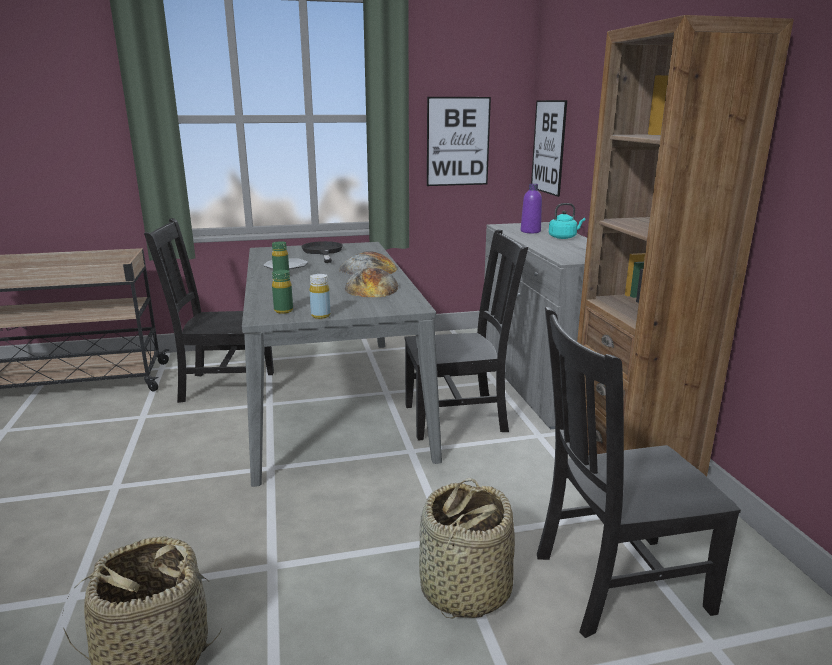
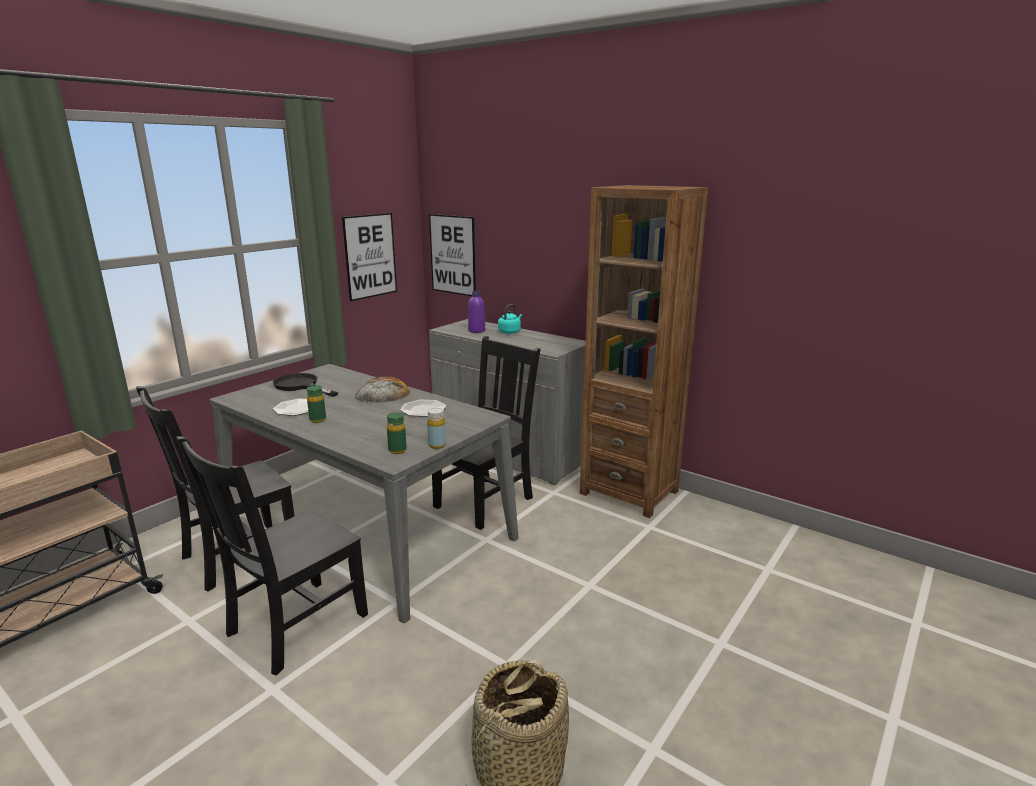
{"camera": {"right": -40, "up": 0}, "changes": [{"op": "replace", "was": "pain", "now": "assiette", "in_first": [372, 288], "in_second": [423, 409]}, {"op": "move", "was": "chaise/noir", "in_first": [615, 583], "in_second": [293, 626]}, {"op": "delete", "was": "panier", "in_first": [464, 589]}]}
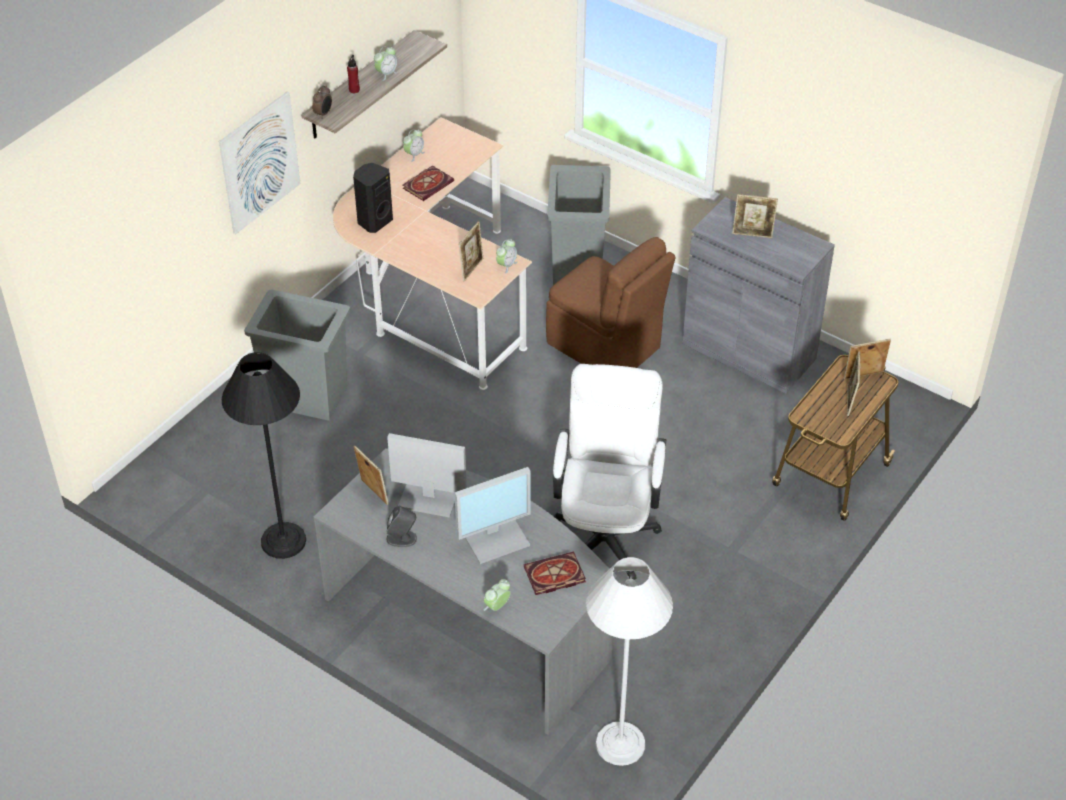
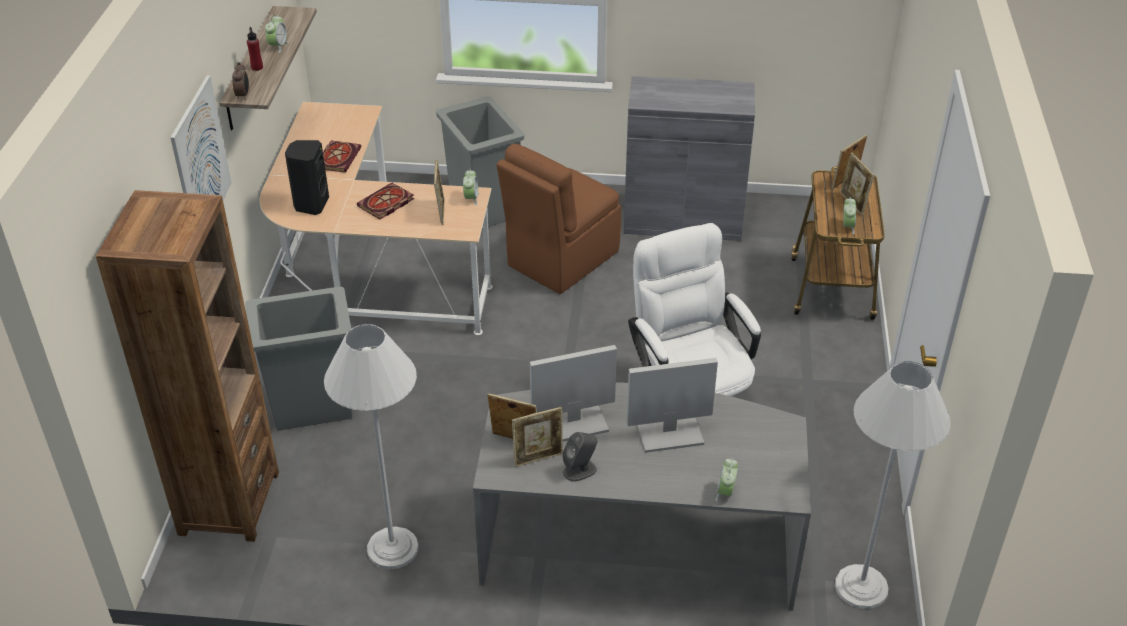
{"camera": {"right": -30, "up": -5}, "changes": [{"op": "move", "was": "réveil", "in_first": [414, 154], "in_second": [847, 227]}, {"op": "move", "was": "cadre photo", "in_first": [752, 234], "in_second": [538, 458]}, {"op": "rotate", "was": "chaise/marron", "in_first": [605, 347], "in_second": [561, 260], "clockwise": 120}, {"op": "recolor", "was": "lampadaire/noir", "now": "lampadaire/blanc", "in_first": [283, 541], "in_second": [392, 548]}, {"op": "rotate", "was": "écran d'ordinateur", "in_first": [495, 536], "in_second": [666, 430], "clockwise": -135}, {"op": "move", "was": "livre", "in_first": [553, 576], "in_second": [385, 204]}, {"op": "insert", "now": "bibliothèque/marron", "in_second": [229, 503]}]}
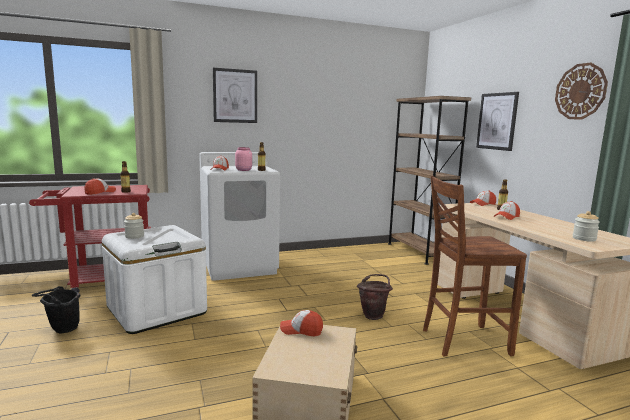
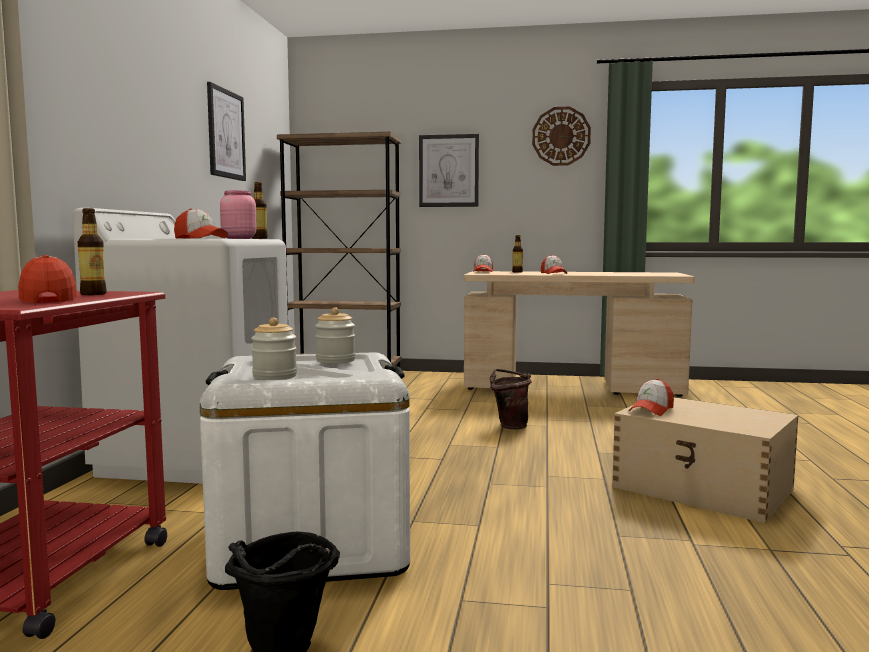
{"camera": {"right": -60, "up": -5}, "changes": [{"op": "move", "was": "tableau", "in_first": [235, 96], "in_second": [226, 134]}, {"op": "delete", "was": "chaise/marron", "in_first": [462, 341]}, {"op": "move", "was": "bocal", "in_first": [584, 239], "in_second": [335, 360]}]}
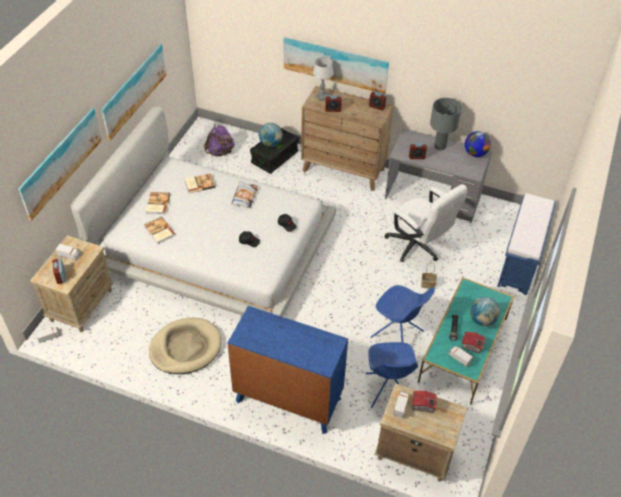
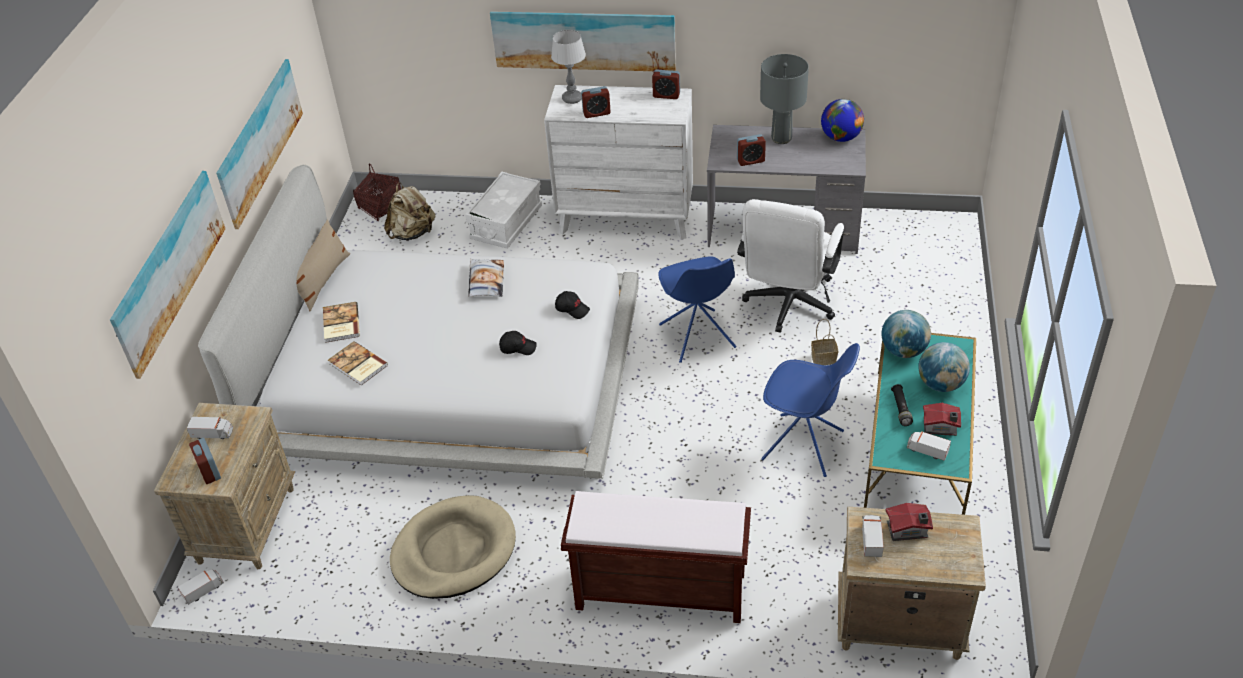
{"camera": {"right": -10, "up": -5}, "changes": [{"op": "recolor", "was": "commode/marron", "now": "commode/blanc", "in_first": [343, 170], "in_second": [625, 218]}, {"op": "recolor", "was": "sac à dos/violet", "now": "sac à dos/beige", "in_first": [220, 152], "in_second": [412, 233]}, {"op": "move", "was": "globe", "in_first": [270, 143], "in_second": [903, 351]}, {"op": "recolor", "was": "boîte de rangement/noir", "now": "boîte de rangement/blanc", "in_first": [274, 157], "in_second": [506, 223]}, {"op": "delete", "was": "livre", "in_first": [199, 184]}, {"op": "rotate", "was": "chaise de bureau/blanc", "in_first": [418, 247], "in_second": [788, 306], "clockwise": 75}, {"op": "delete", "was": "banc/bleu", "in_first": [520, 262]}, {"op": "replace", "was": "commode/bleu", "now": "banc/marron", "in_first": [288, 399], "in_second": [658, 592]}, {"op": "move", "was": "chaise/bleu", "in_first": [388, 390], "in_second": [697, 337]}, {"op": "insert", "now": "panier", "in_second": [381, 207]}, {"op": "insert", "now": "coussin/beige", "in_second": [323, 281]}]}
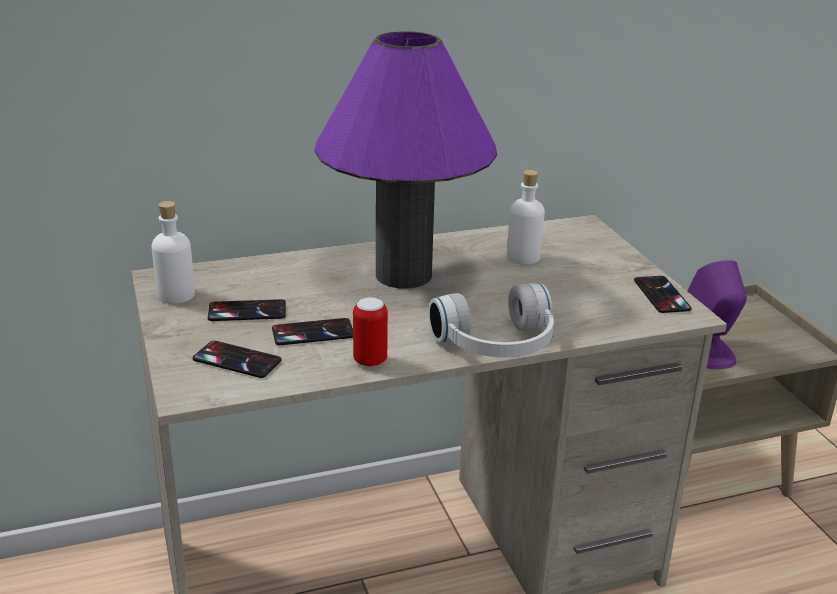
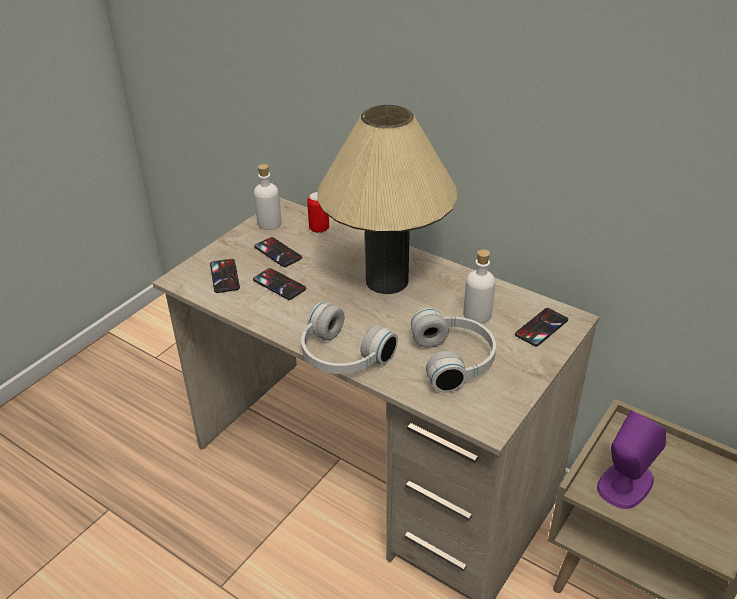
{"camera": {"right": 55, "up": 10}, "changes": [{"op": "recolor", "was": "lampe de table/violet", "now": "lampe de table/beige", "in_first": [403, 275], "in_second": [387, 281]}, {"op": "move", "was": "téléphone", "in_first": [661, 295], "in_second": [541, 327]}, {"op": "move", "was": "boîte métallique", "in_first": [370, 361], "in_second": [319, 229]}, {"op": "insert", "now": "casque audio/blanc", "in_second": [455, 360]}]}
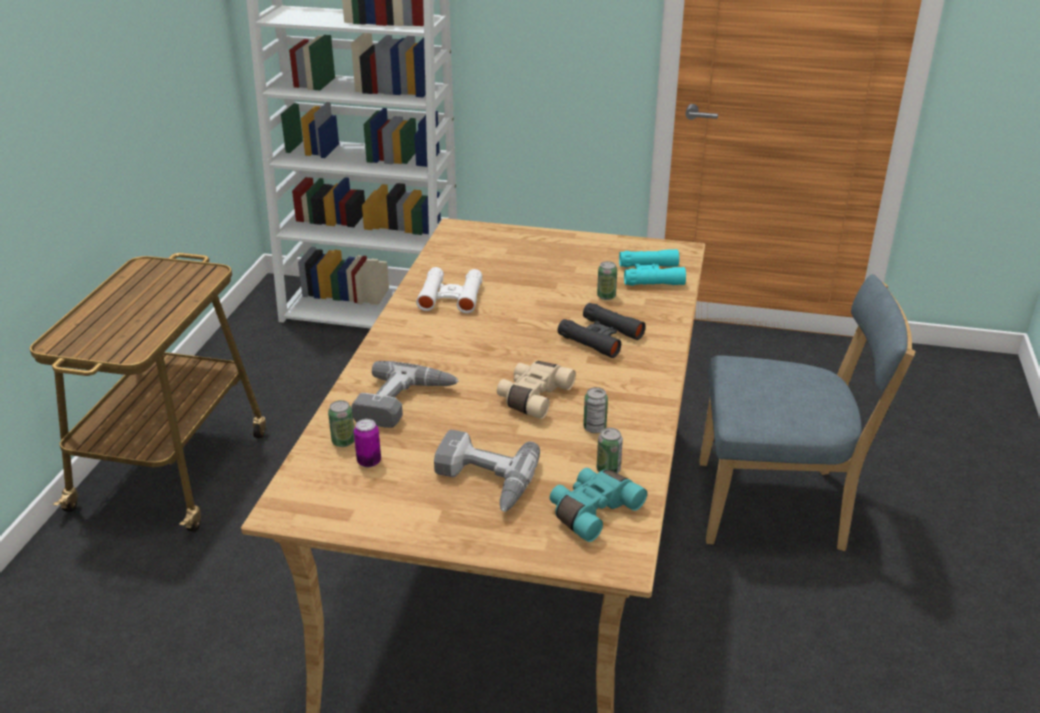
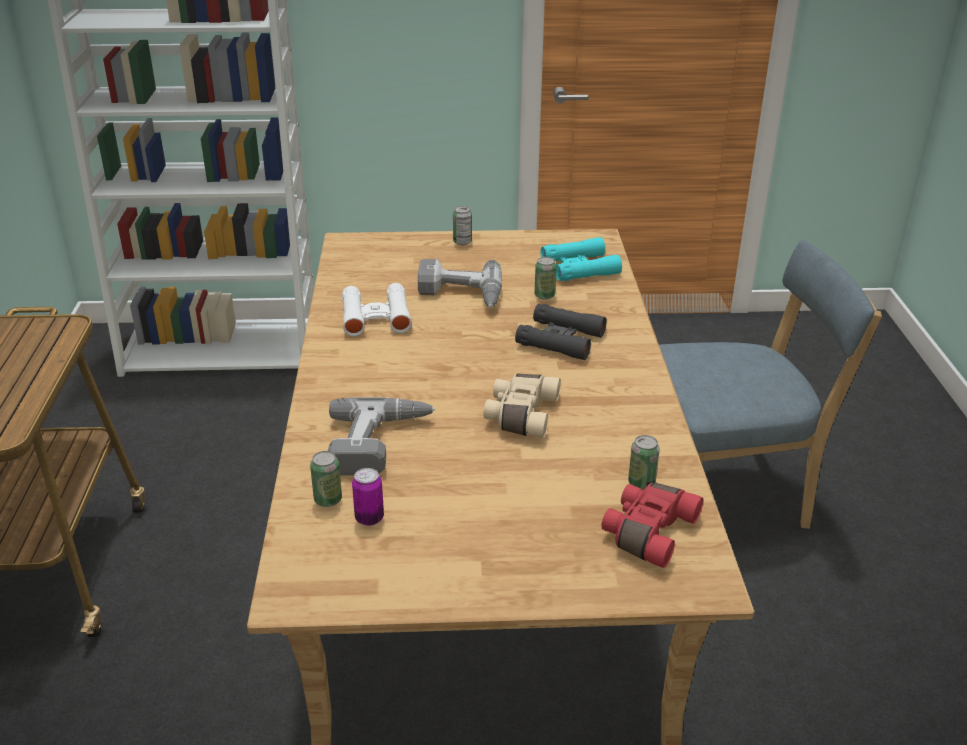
{"camera": {"right": -15, "up": 0}, "changes": [{"op": "move", "was": "boîte métallique", "in_first": [594, 428], "in_second": [462, 242]}, {"op": "move", "was": "perceuse", "in_first": [482, 481], "in_second": [459, 295]}, {"op": "recolor", "was": "jumelles/turquoise", "now": "jumelles/rouge", "in_first": [592, 511], "in_second": [647, 532]}]}
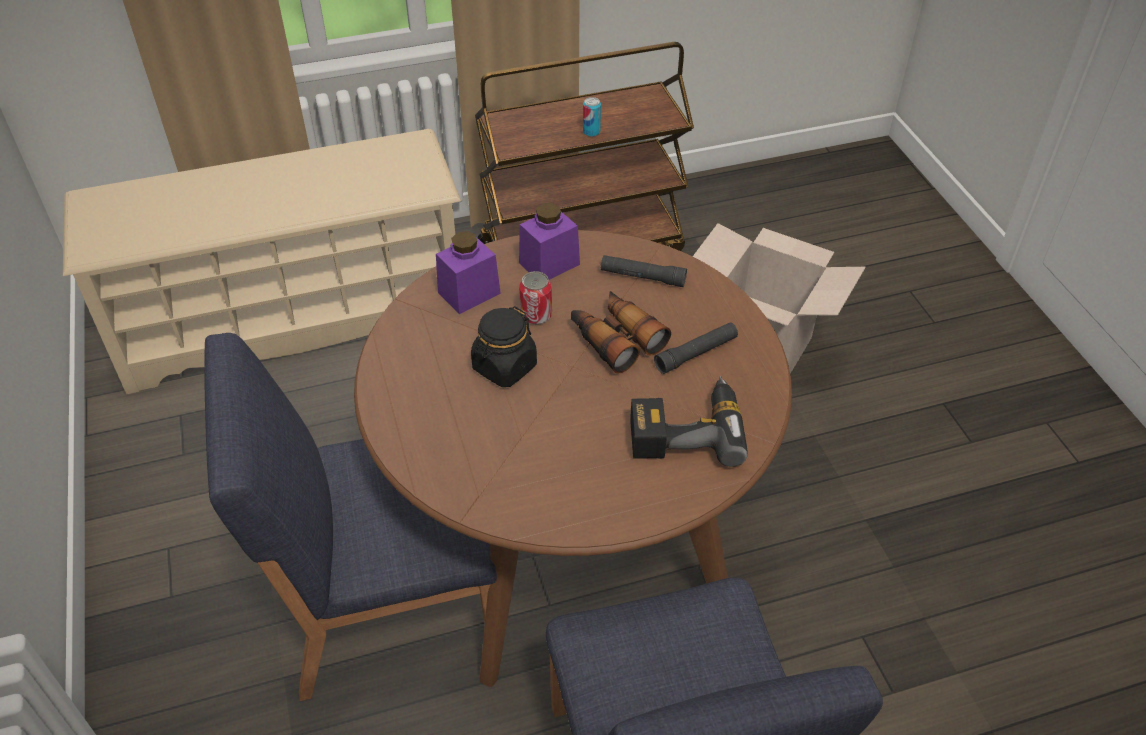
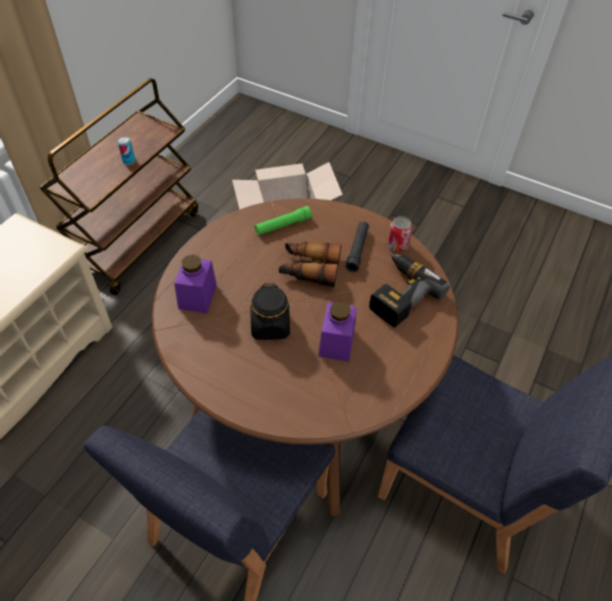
{"camera": {"right": -45, "up": 5}, "changes": [{"op": "move", "was": "bocal/violet", "in_first": [549, 263], "in_second": [336, 343]}, {"op": "recolor", "was": "lampe de poche/noir", "now": "lampe de poche/vert", "in_first": [642, 277], "in_second": [283, 225]}, {"op": "move", "was": "boîte métallique", "in_first": [536, 315], "in_second": [397, 245]}]}
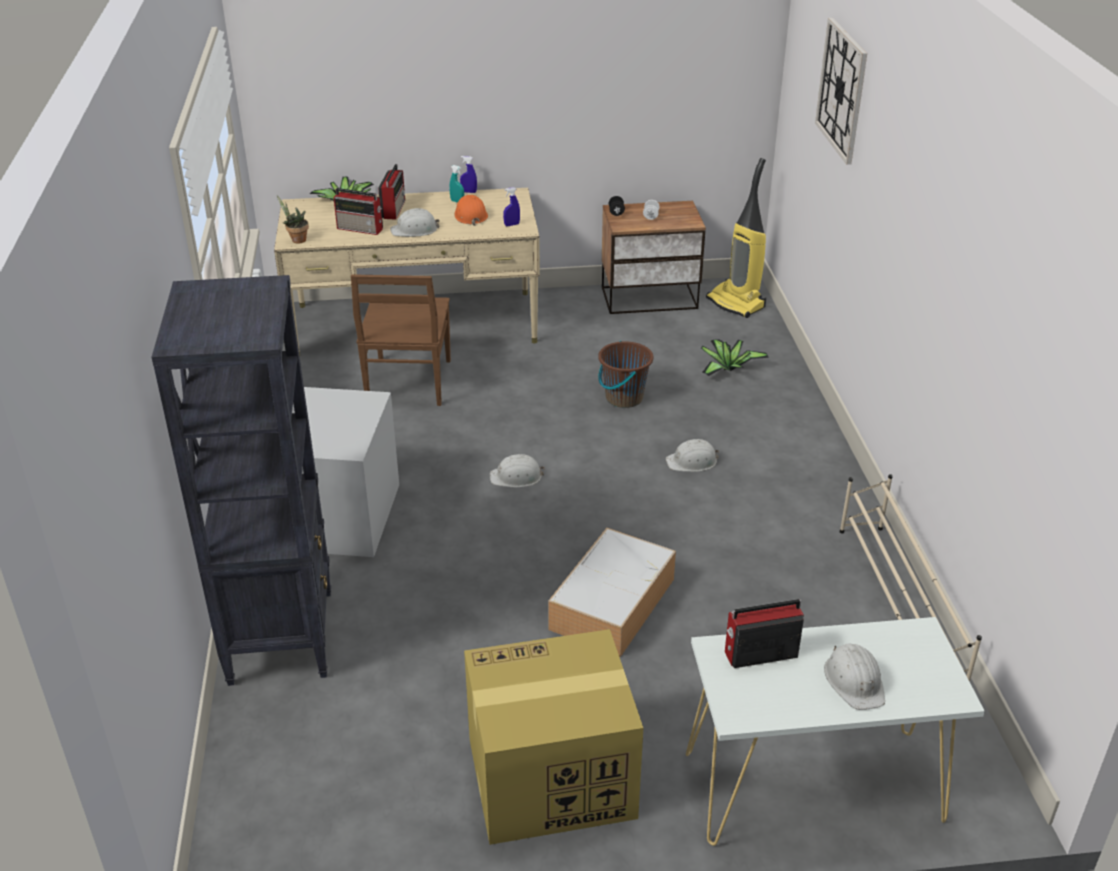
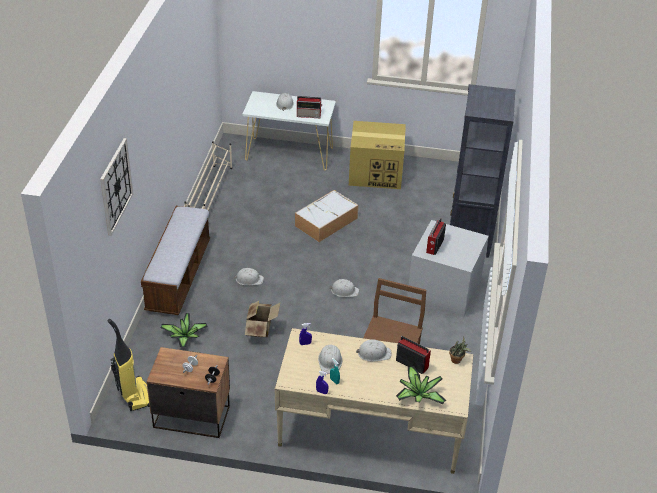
{"camera": {"right": -165, "up": 5}, "changes": [{"op": "move", "was": "radio", "in_first": [394, 209], "in_second": [434, 246]}, {"op": "recolor", "was": "casque de chantier/orange", "now": "casque de chantier/blanc", "in_first": [470, 215], "in_second": [330, 361]}, {"op": "replace", "was": "seau/marron", "now": "carton", "in_first": [623, 398], "in_second": [261, 329]}, {"op": "insert", "now": "banc", "in_second": [179, 276]}]}
